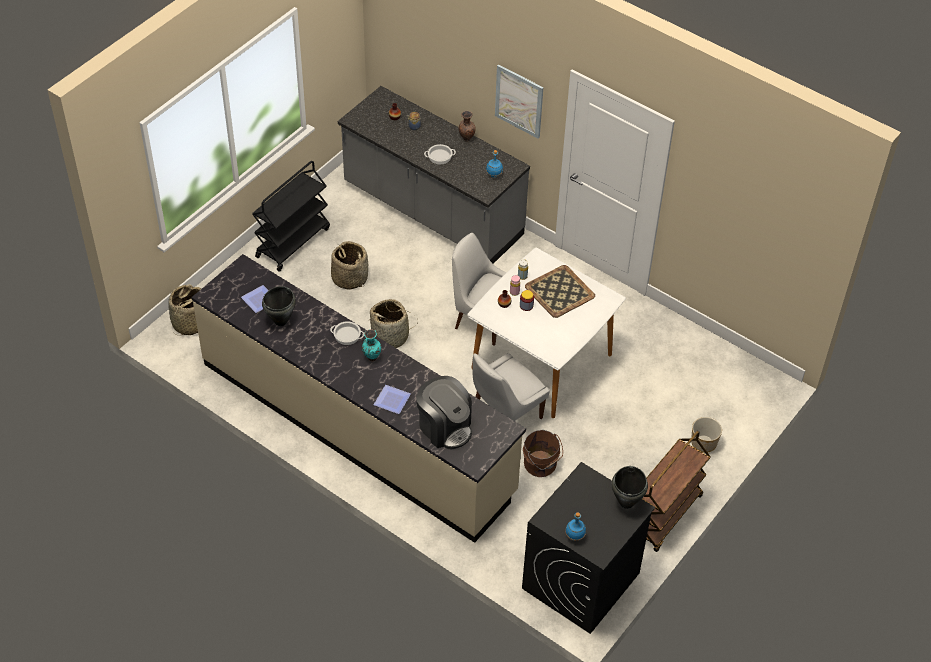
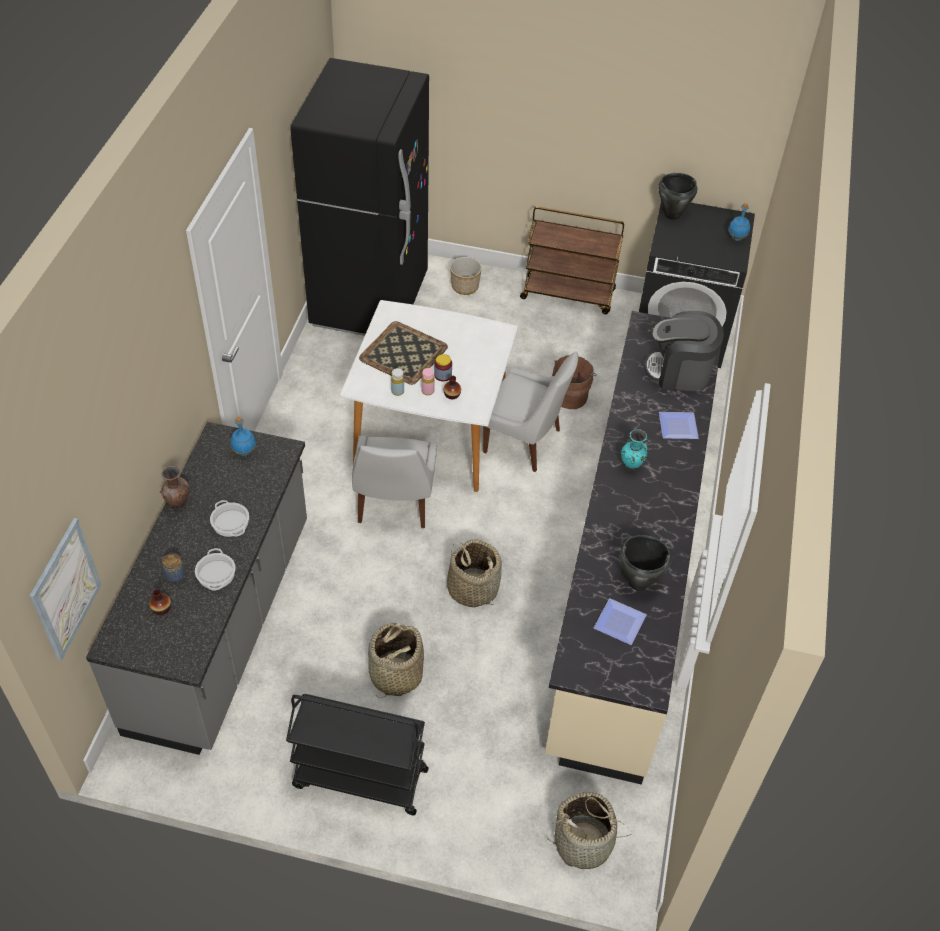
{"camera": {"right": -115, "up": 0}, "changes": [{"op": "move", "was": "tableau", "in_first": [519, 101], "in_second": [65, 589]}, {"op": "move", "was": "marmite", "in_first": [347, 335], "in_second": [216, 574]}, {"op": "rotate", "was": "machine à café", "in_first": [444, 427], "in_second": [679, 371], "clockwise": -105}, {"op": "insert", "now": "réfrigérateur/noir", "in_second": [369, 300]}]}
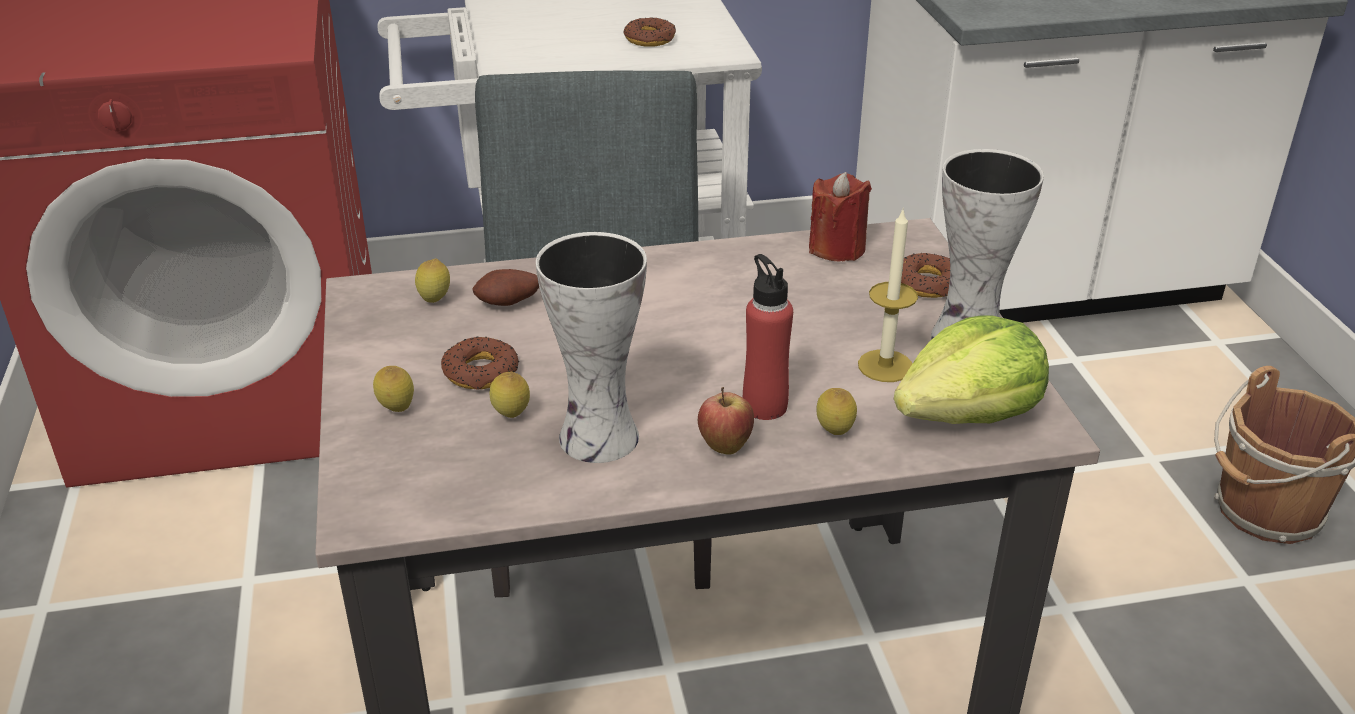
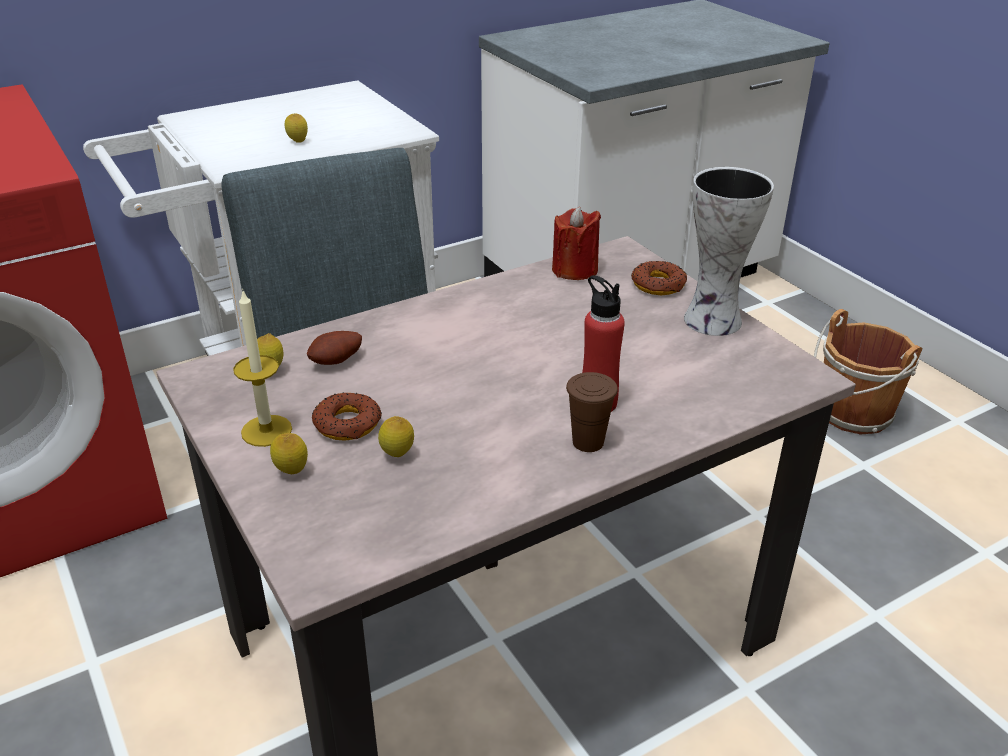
{"camera": {"right": -20, "up": 0}, "changes": [{"op": "delete", "was": "beignet", "in_first": [650, 39]}, {"op": "move", "was": "bougie", "in_first": [885, 366], "in_second": [266, 430]}, {"op": "delete", "was": "vase", "in_first": [594, 437]}, {"op": "delete", "was": "laitue", "in_first": [969, 414]}, {"op": "replace", "was": "pomme", "now": "tasse/marron", "in_first": [724, 447], "in_second": [588, 442]}, {"op": "move", "was": "citron", "in_first": [834, 433], "in_second": [298, 142]}]}
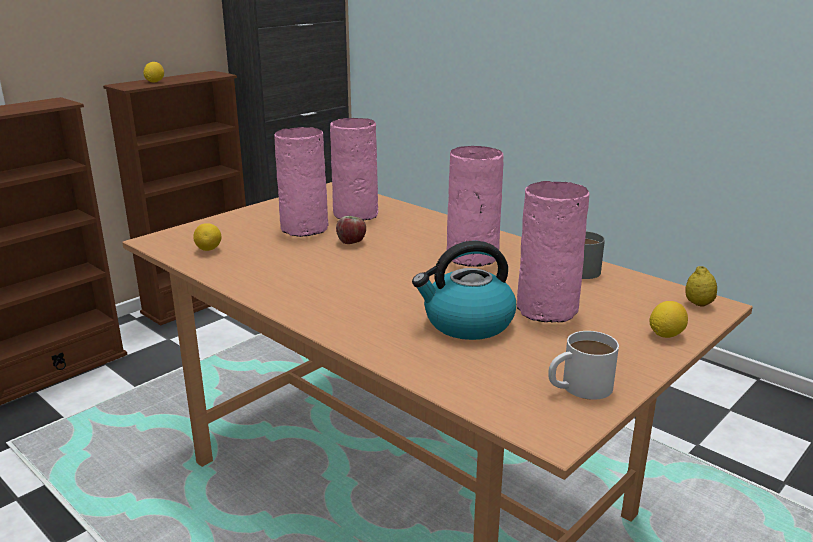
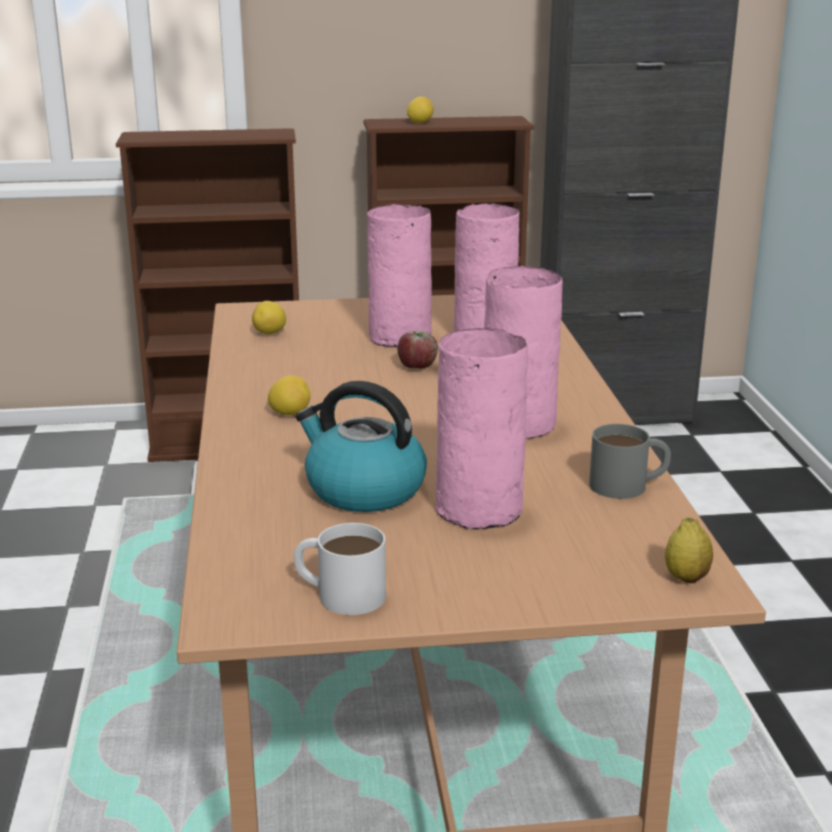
{"camera": {"right": 40, "up": 0}, "changes": [{"op": "move", "was": "citron", "in_first": [665, 334], "in_second": [290, 413]}]}
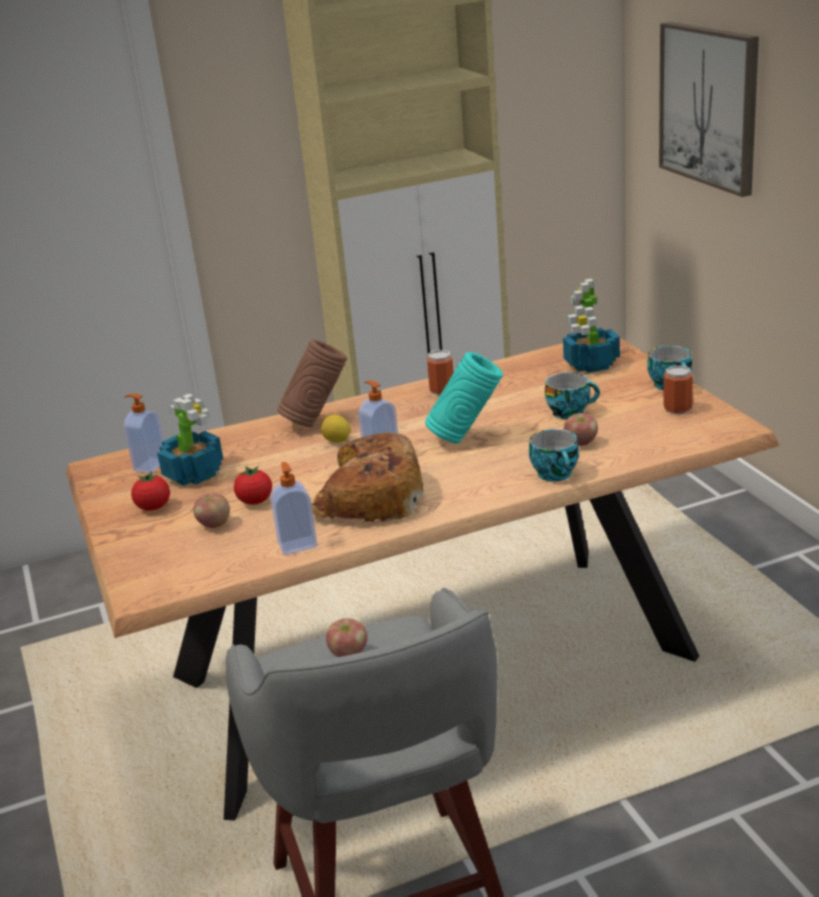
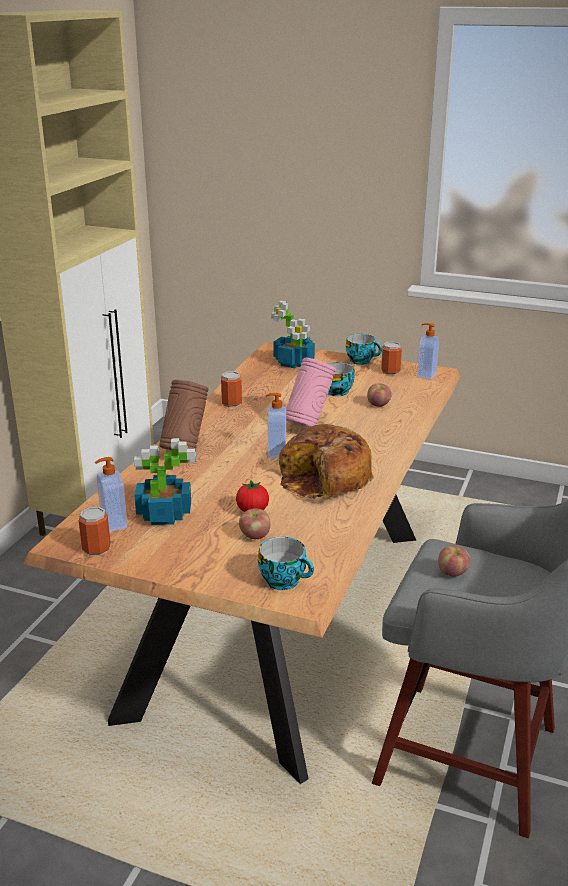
{"camera": {"right": -50, "up": 0}, "changes": [{"op": "delete", "was": "tableau", "in_first": [709, 106]}, {"op": "recolor", "was": "vase/turquoise", "now": "vase/rose", "in_first": [466, 438], "in_second": [308, 424]}, {"op": "delete", "was": "citron", "in_first": [337, 441]}, {"op": "move", "was": "tasse", "in_first": [557, 474], "in_second": [285, 580]}, {"op": "move", "was": "distributeur de savon", "in_first": [297, 545], "in_second": [426, 375]}, {"op": "delete", "was": "tomate", "in_first": [153, 507]}, {"op": "insert", "now": "boîte métallique", "in_second": [96, 549]}]}
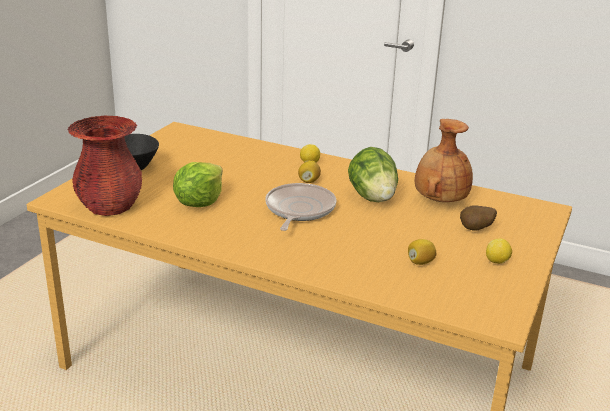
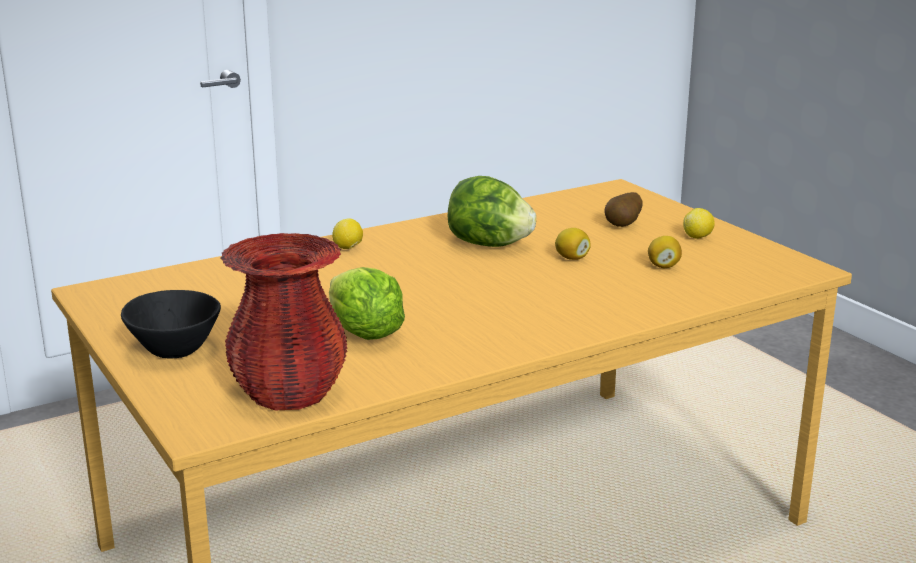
{"camera": {"right": -55, "up": -5}, "changes": [{"op": "delete", "was": "vase/marron", "in_first": [439, 200]}, {"op": "move", "was": "citron", "in_first": [309, 181], "in_second": [571, 258]}, {"op": "delete", "was": "poêle", "in_first": [299, 210]}]}
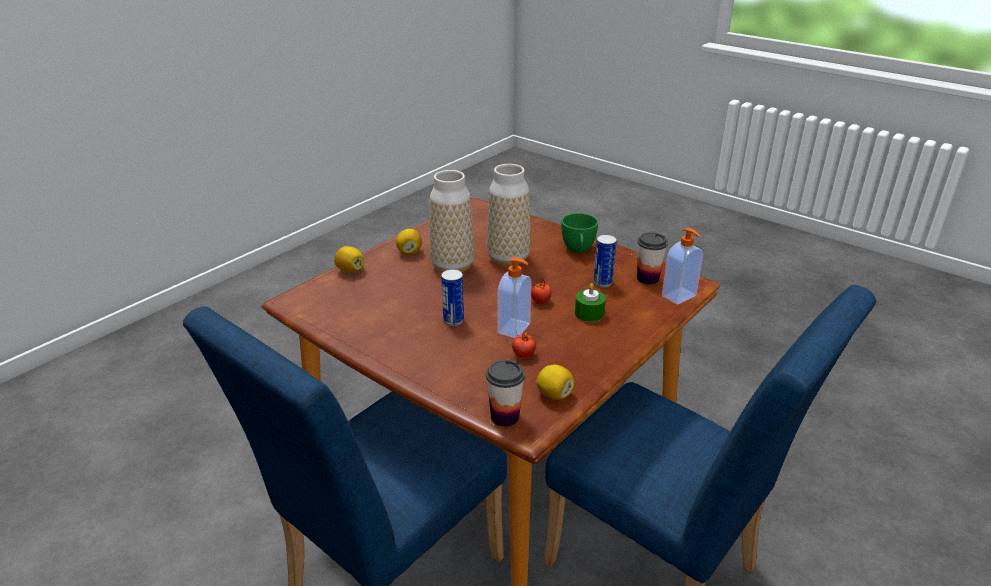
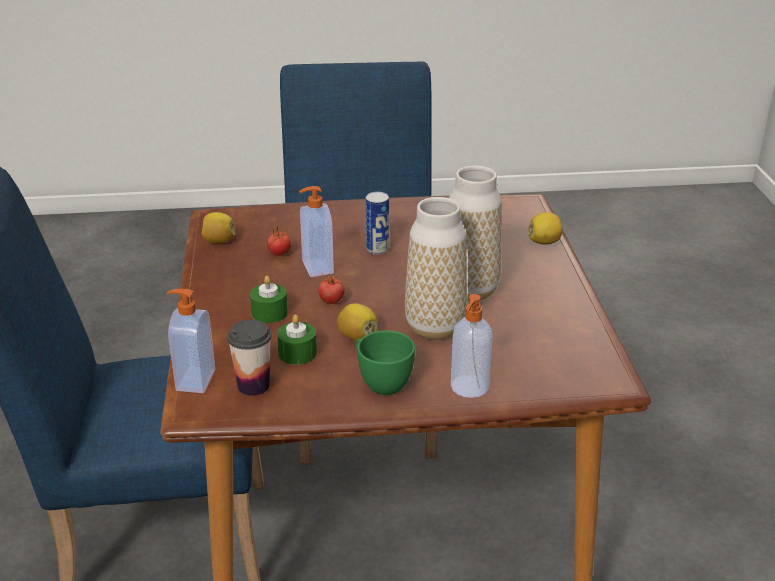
{"camera": {"right": 135, "up": 0}, "changes": [{"op": "move", "was": "citron", "in_first": [409, 252], "in_second": [357, 337]}, {"op": "replace", "was": "boîte métallique", "now": "bougie/vert", "in_first": [602, 283], "in_second": [297, 353]}, {"op": "delete", "was": "tasse", "in_first": [505, 417]}, {"op": "insert", "now": "distributeur de savon", "in_second": [469, 387]}]}
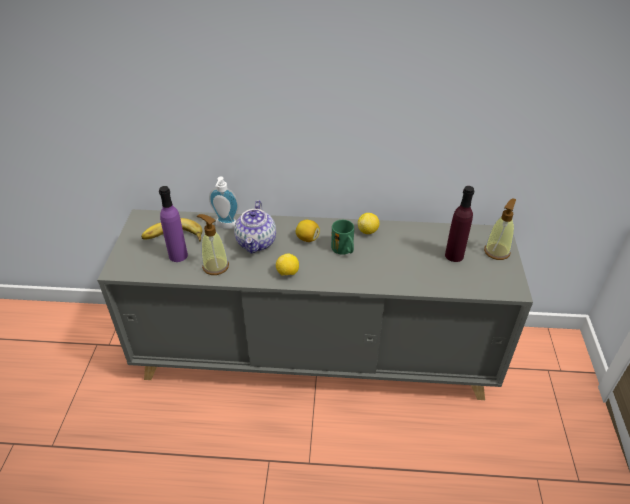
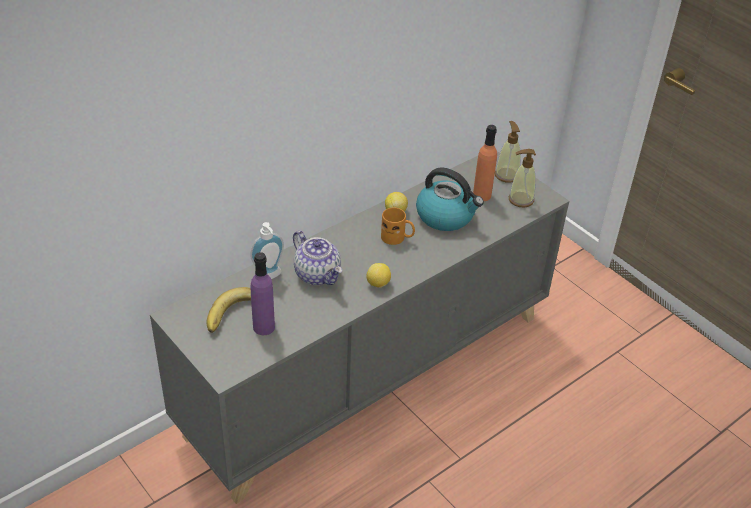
{"camera": {"right": -45, "up": 0}, "changes": [{"op": "recolor", "was": "bouteille/violet", "now": "bouteille/orange", "in_first": [454, 255], "in_second": [482, 195]}, {"op": "move", "was": "distributeur de savon", "in_first": [215, 266], "in_second": [520, 200]}, {"op": "delete", "was": "citron", "in_first": [307, 238]}, {"op": "recolor", "was": "mug/vert", "now": "mug/orange", "in_first": [344, 250], "in_second": [397, 238]}, {"op": "insert", "now": "bouilloire", "in_second": [446, 216]}]}
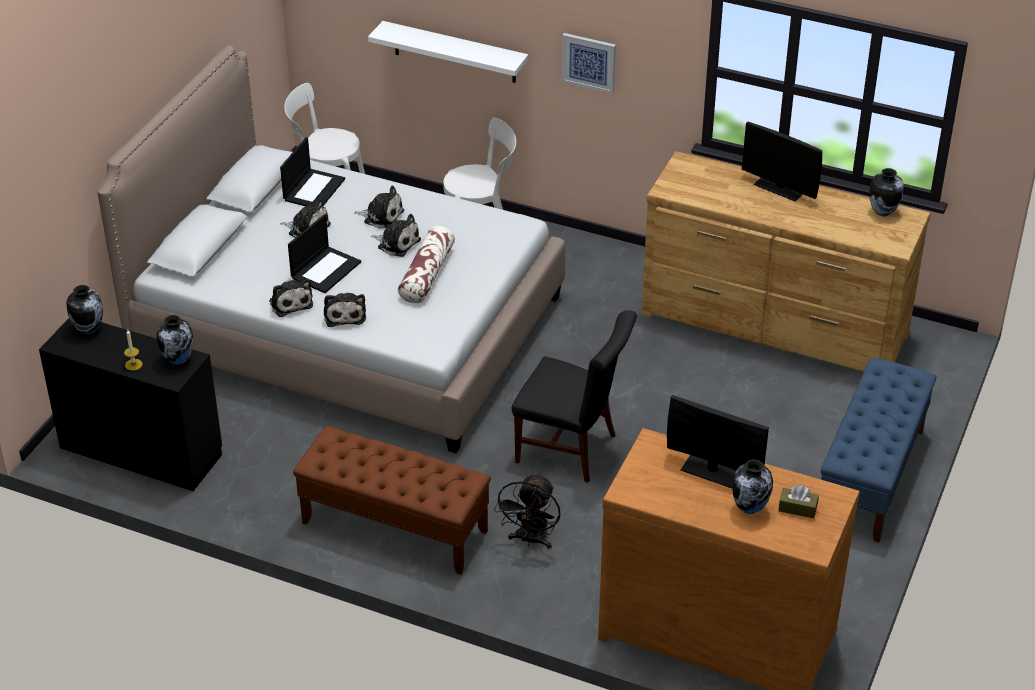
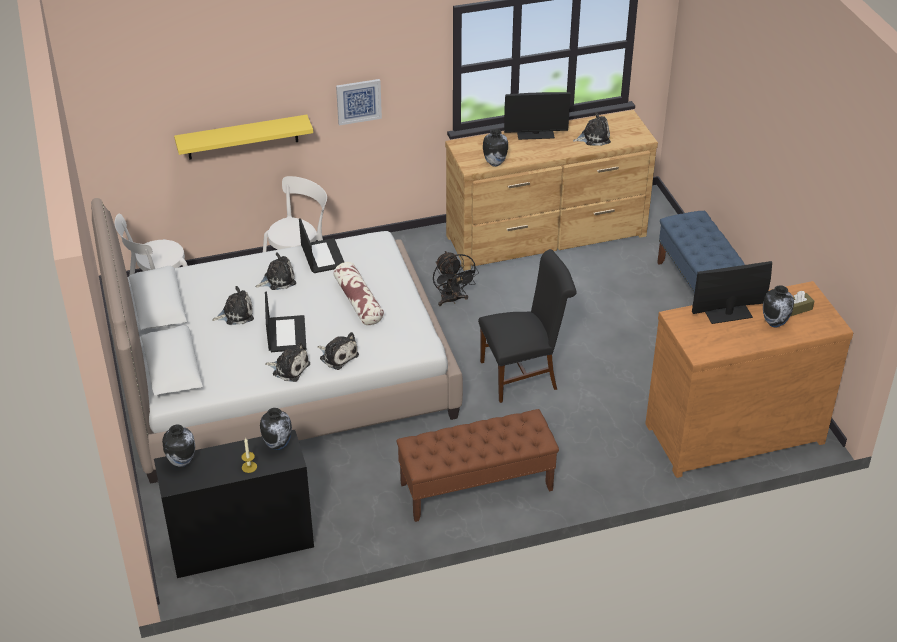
{"camera": {"right": -40, "up": 0}, "changes": [{"op": "recolor", "was": "étagère/blanc", "now": "étagère/jaune", "in_first": [454, 52], "in_second": [242, 137]}, {"op": "move", "was": "ordinateur portable", "in_first": [314, 189], "in_second": [322, 256]}, {"op": "move", "was": "vase", "in_first": [883, 212], "in_second": [494, 163]}, {"op": "move", "was": "peluche", "in_first": [397, 243], "in_second": [593, 137]}, {"op": "move", "was": "ventilateur/noir", "in_first": [530, 540], "in_second": [452, 300]}]}
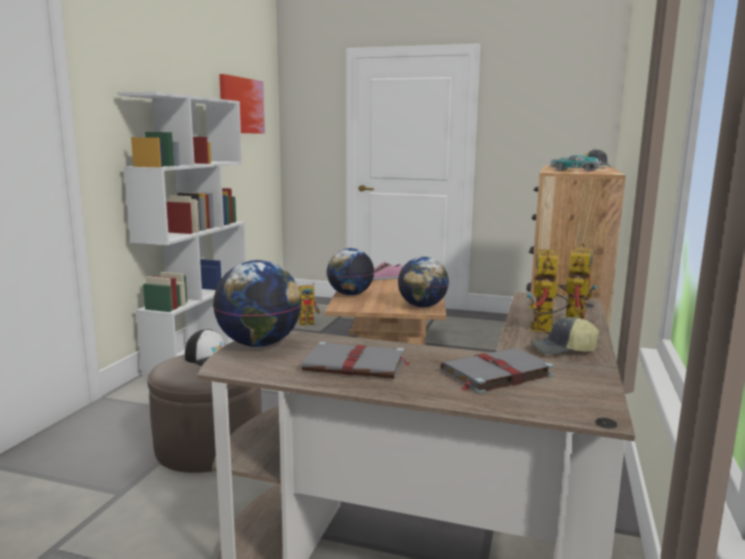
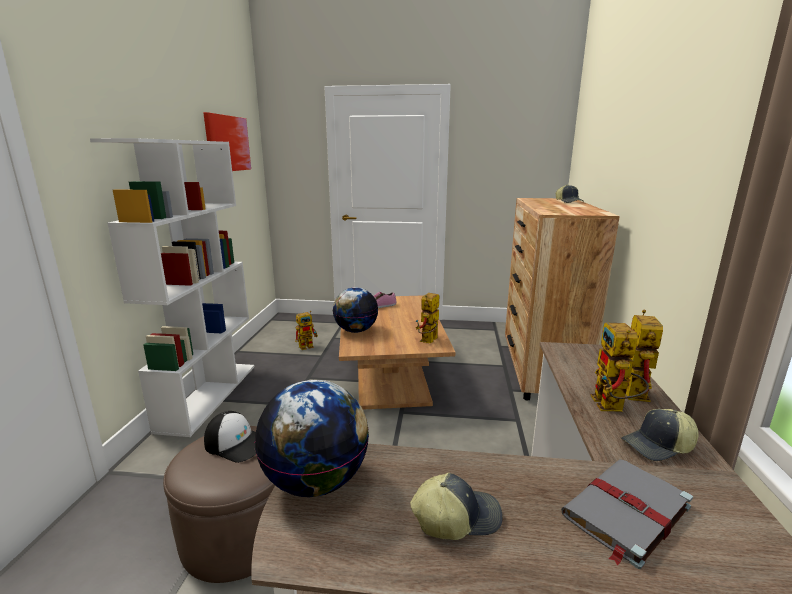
{"camera": {"right": -10, "up": 5}, "changes": [{"op": "delete", "was": "petite voiture", "in_first": [574, 170]}, {"op": "replace", "was": "globe", "now": "robot jouet", "in_first": [422, 306], "in_second": [428, 341]}, {"op": "replace", "was": "livre/gris", "now": "casquette", "in_first": [356, 365], "in_second": [456, 517]}]}
